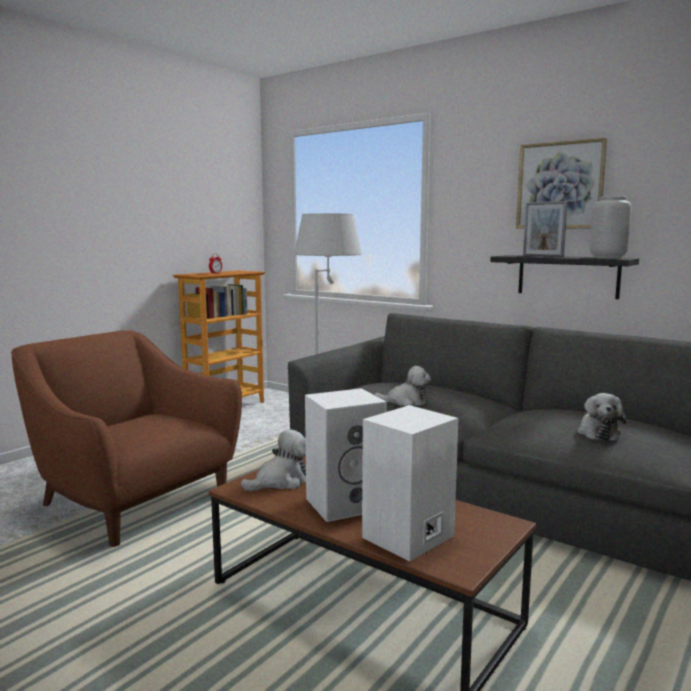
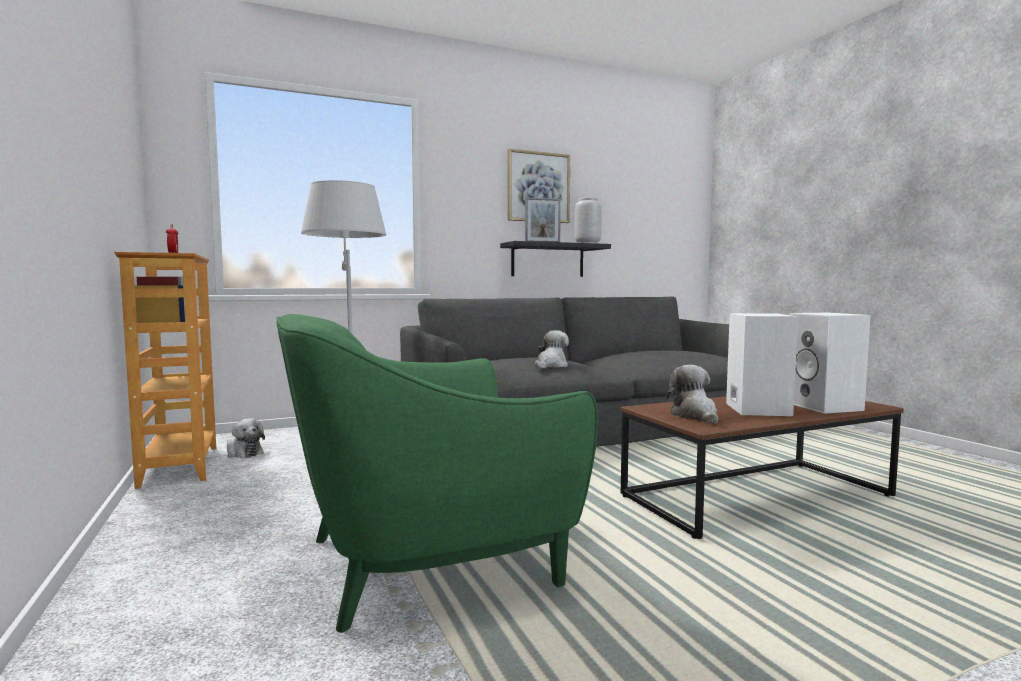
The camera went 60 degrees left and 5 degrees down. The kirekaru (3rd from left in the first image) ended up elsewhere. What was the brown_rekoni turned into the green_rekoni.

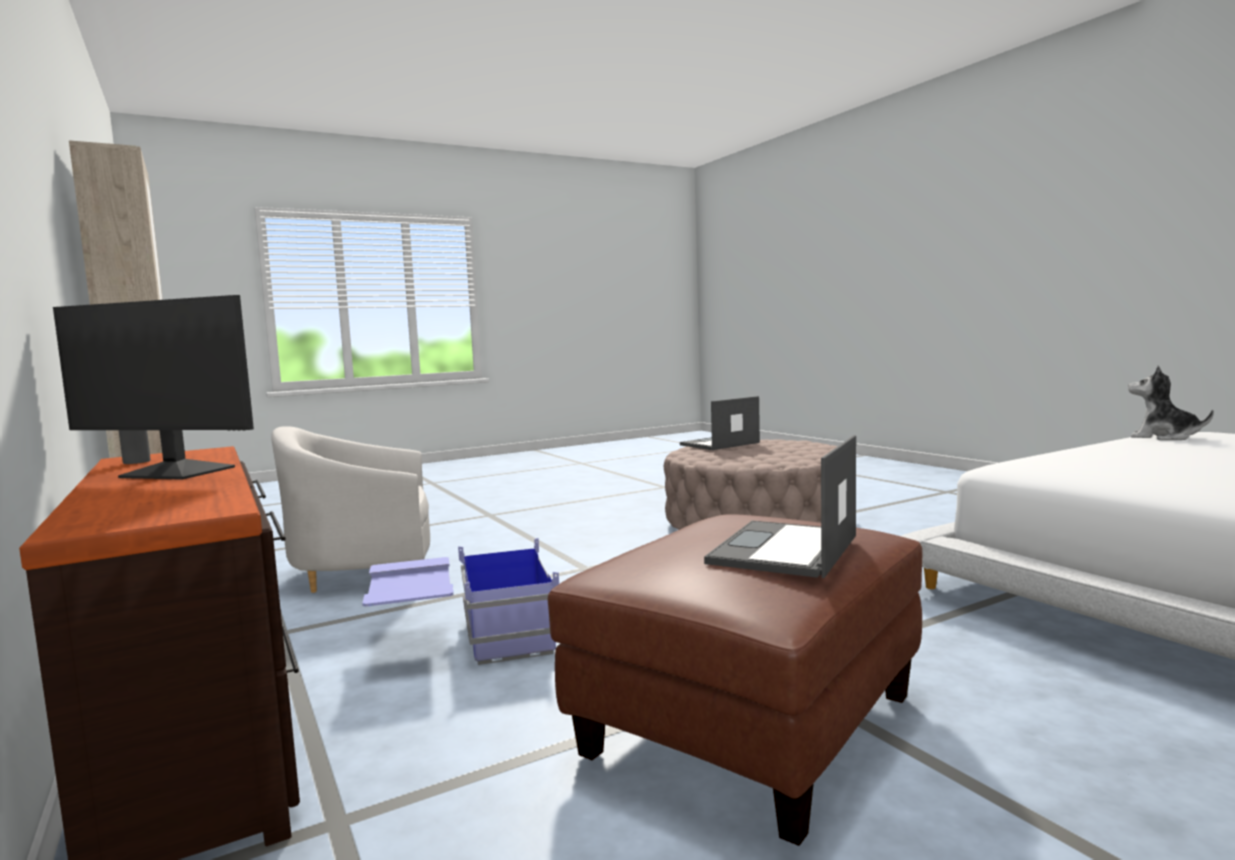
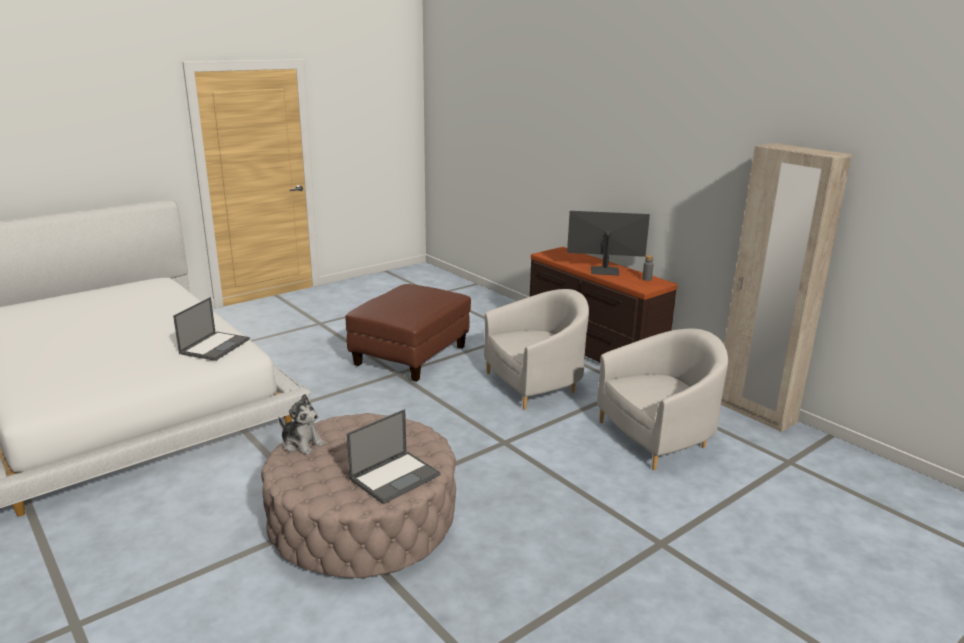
The camera went 170 degrees right and 15 degrees up. The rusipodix (2nd from left in the first image) ended up elsewhere. The kirekaru ended up elsewhere. Where the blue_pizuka stood, the white_rekoni (1st from left) came to stand.

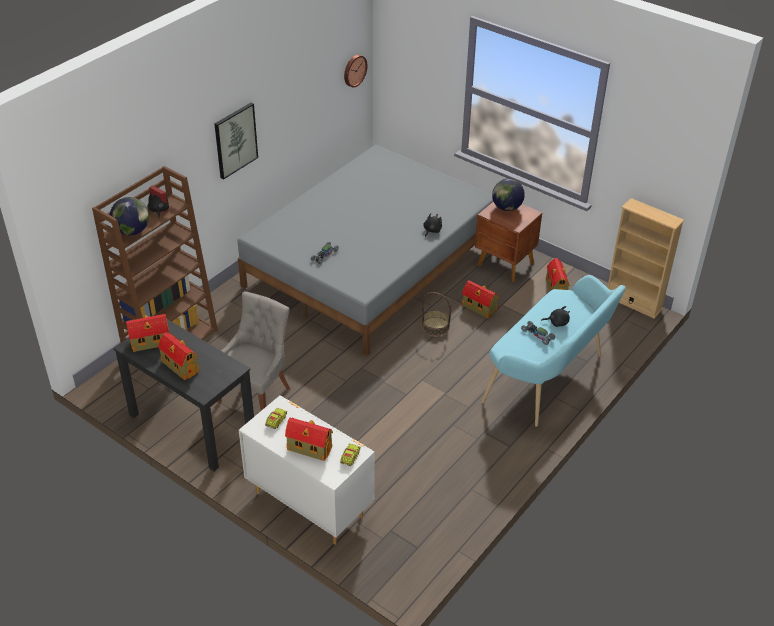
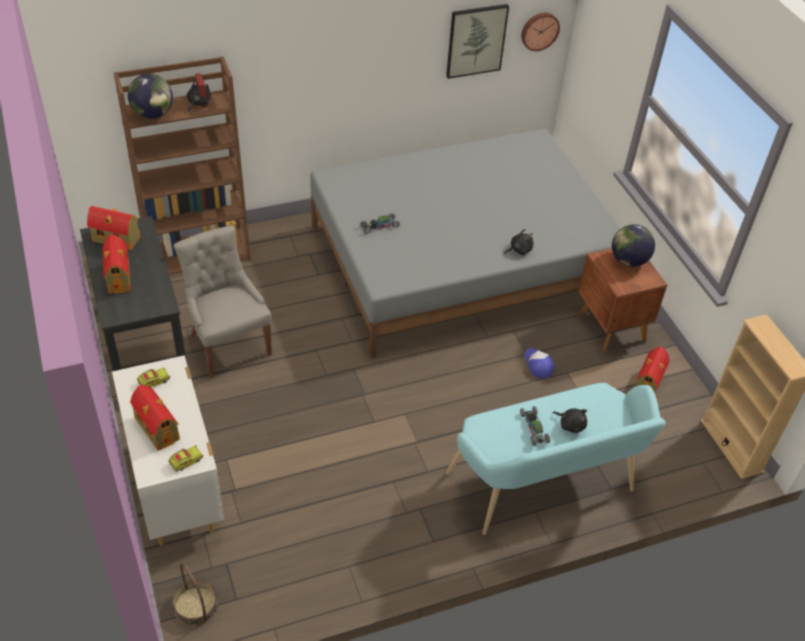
The camera went 30 degrees right and 5 degrees up. The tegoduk ended up elsewhere. The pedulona ended up elsewhere. Where the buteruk (4th from left) stood, the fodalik came to stand. The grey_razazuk ended up facing another way, 90 degrees counterclockwise from before.

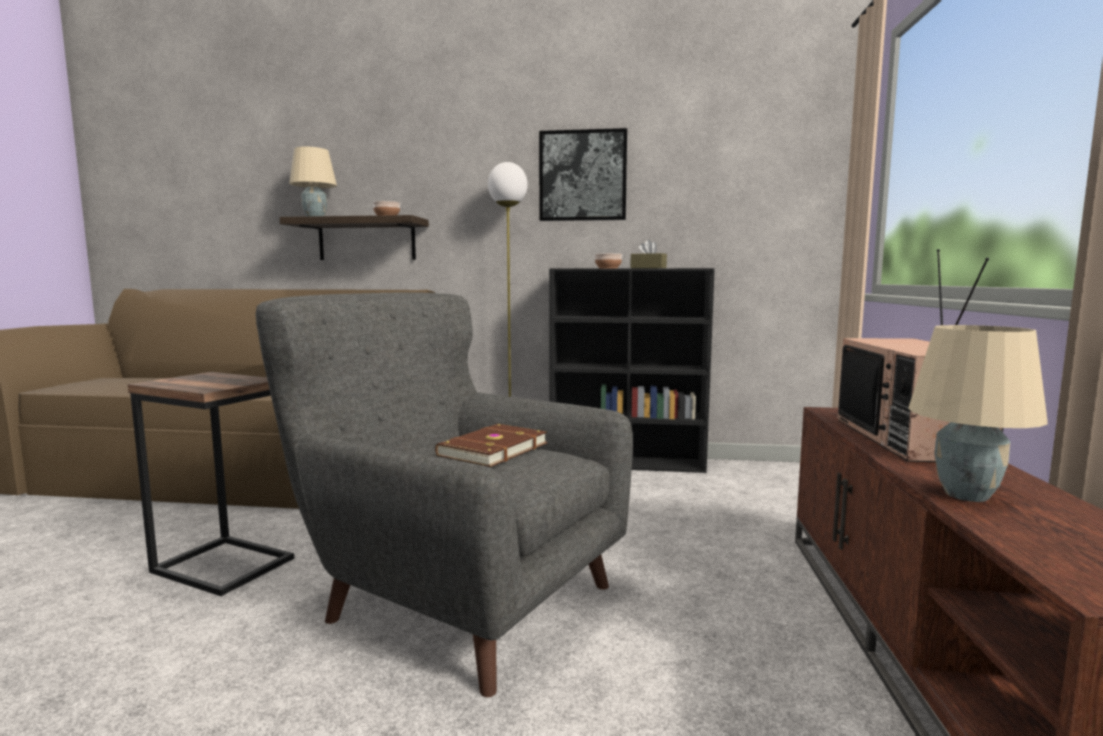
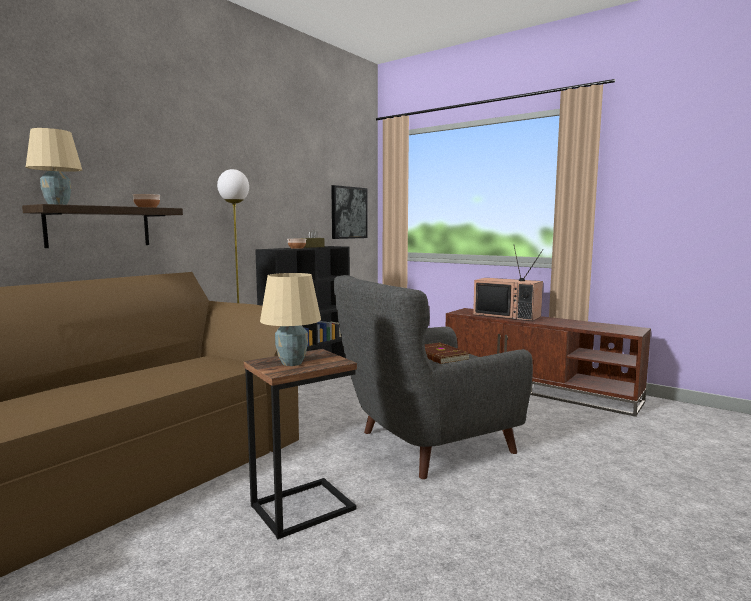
The camera went 60 degrees left and 0 degrees up. The tegoduk ended up elsewhere. The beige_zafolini (2nd from left) ended up elsewhere.

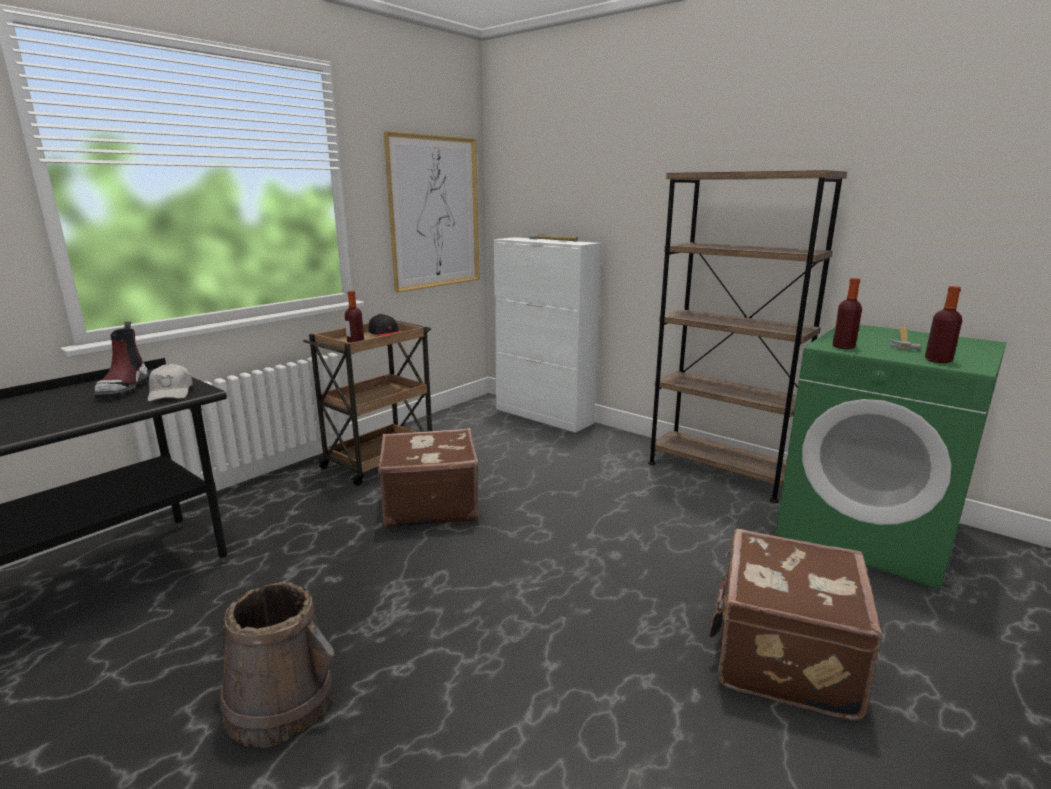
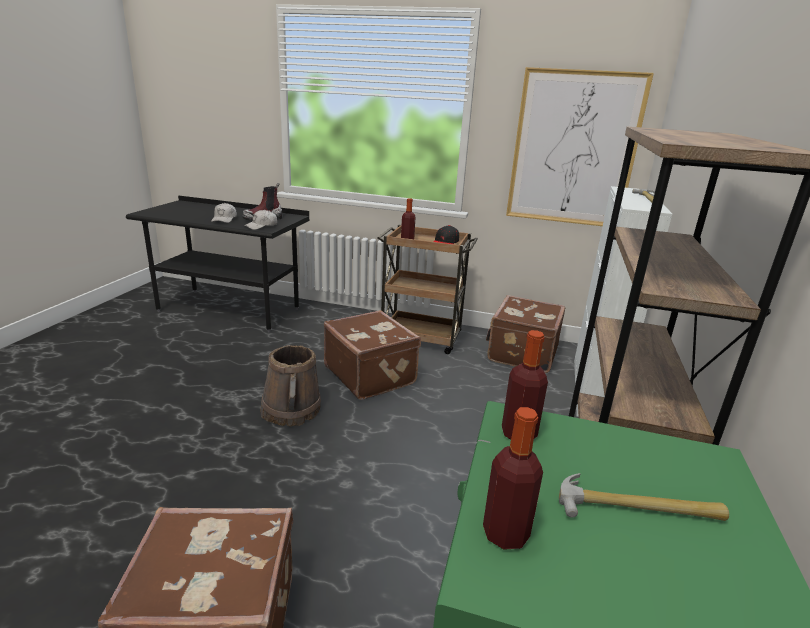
The camera went 65 degrees right and 5 degrees up. The second view gained the white_fodalik (1st from left). The second view gained the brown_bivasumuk (3rd from left). The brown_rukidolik ended up elsewhere.

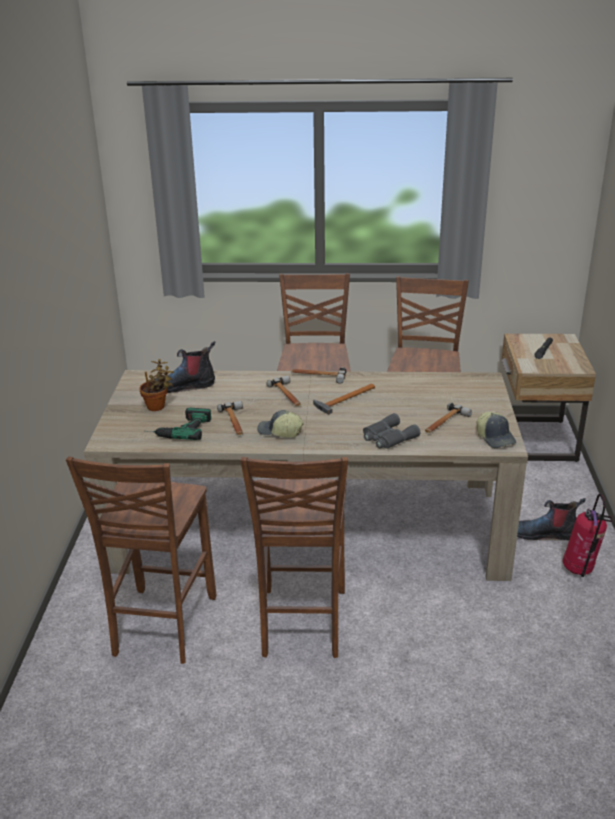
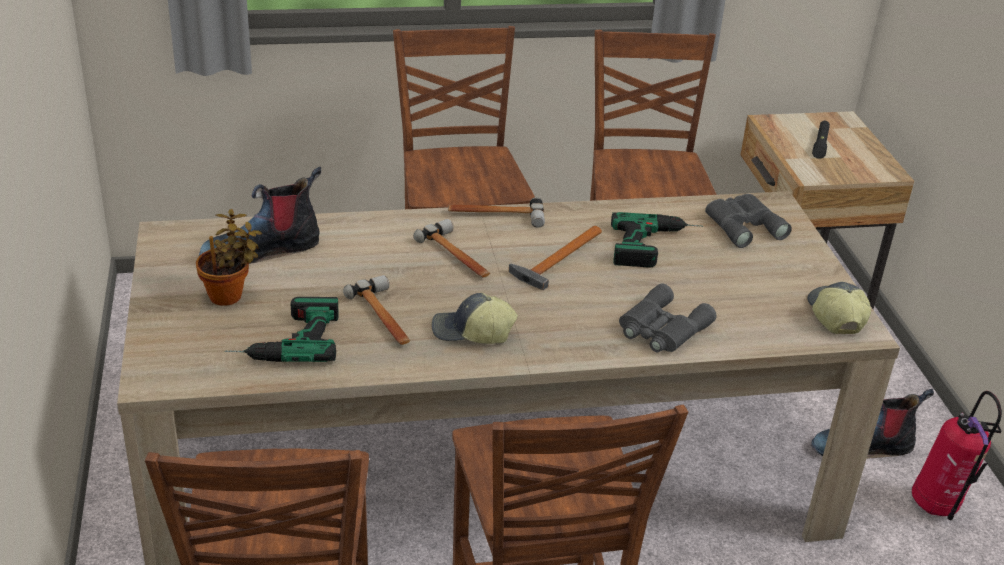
The camera went 15 degrees left and 5 degrees up. The second view lost the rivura (5th from left). The second view gained the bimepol (2nd from left). The second view gained the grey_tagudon (2nd from left). The fodalik (2nd from left) ended up facing another way, 150 degrees counterclockwise from before.

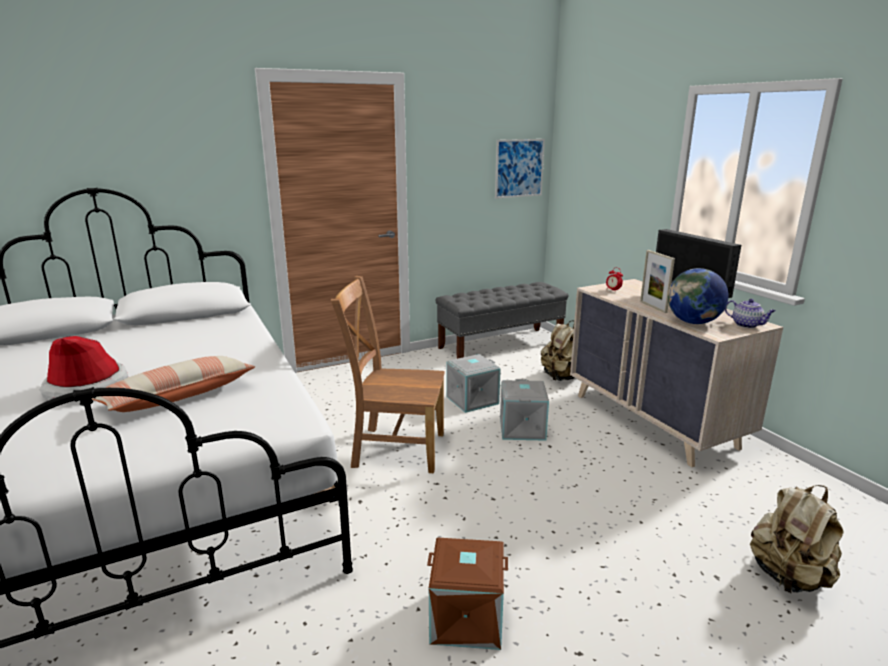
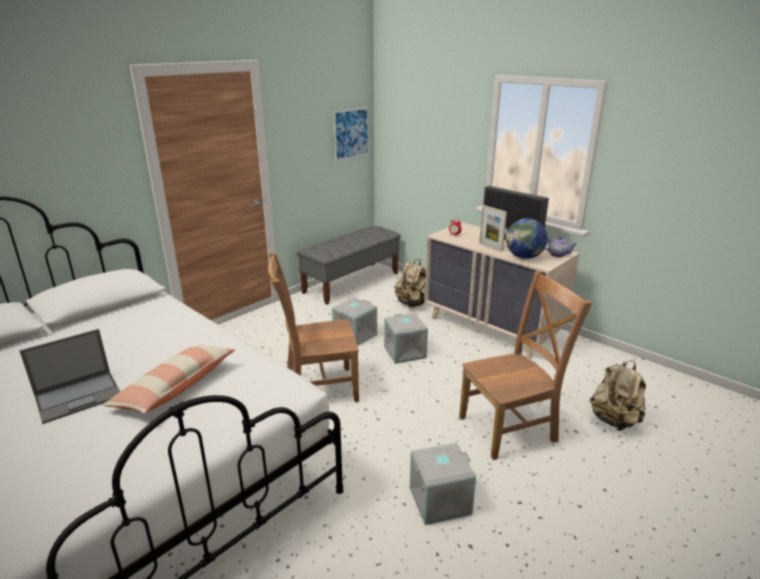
The camera went 20 degrees left and 5 degrees up. The second view gained the brown_razazuk (2nd from left). Where the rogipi stood, the rusipodix came to stand. What was the brown_pizuka turned into the grey_pizuka (3rd from left).

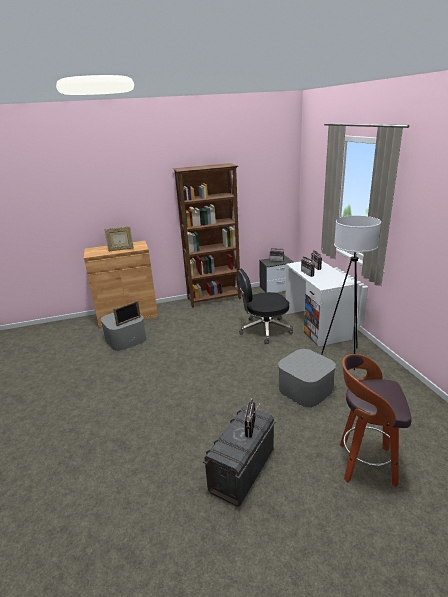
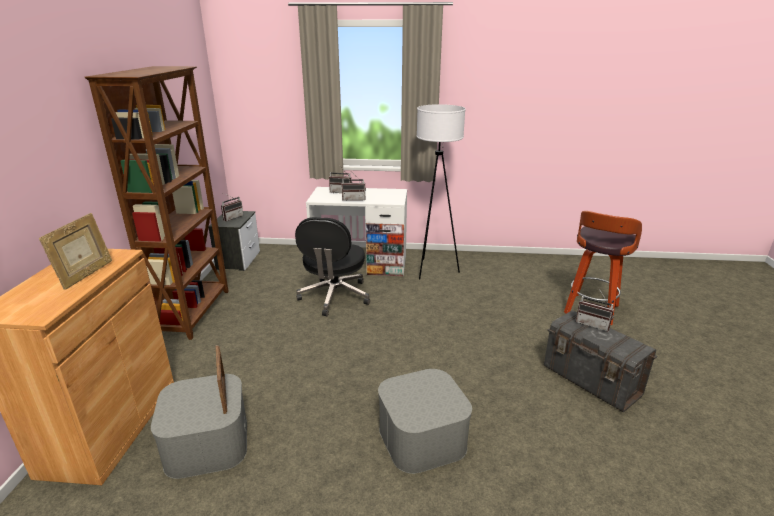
The camera went 70 degrees left and 0 degrees up. The grey_pizuka (3rd from left in the first image) ended up elsewhere.

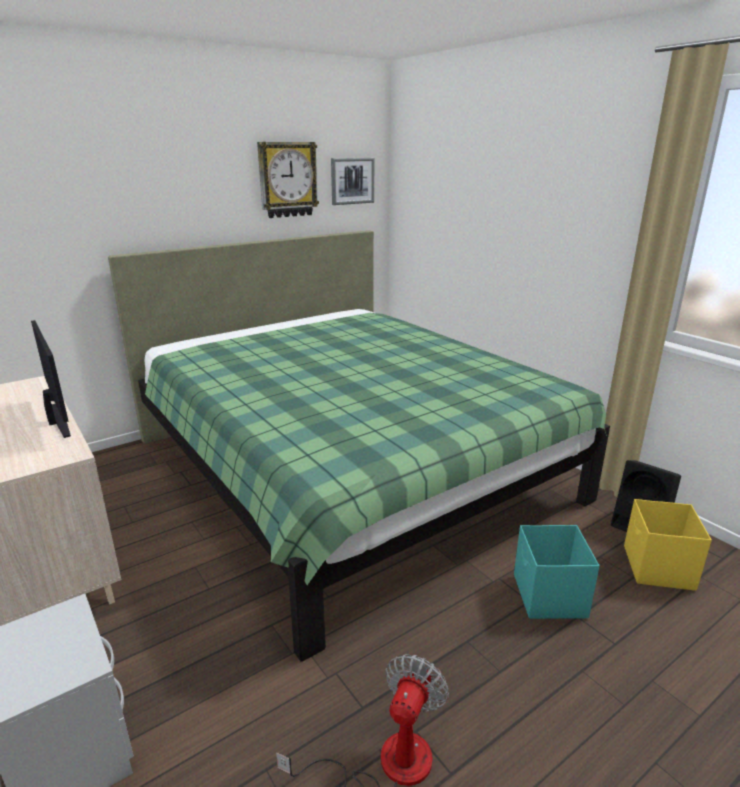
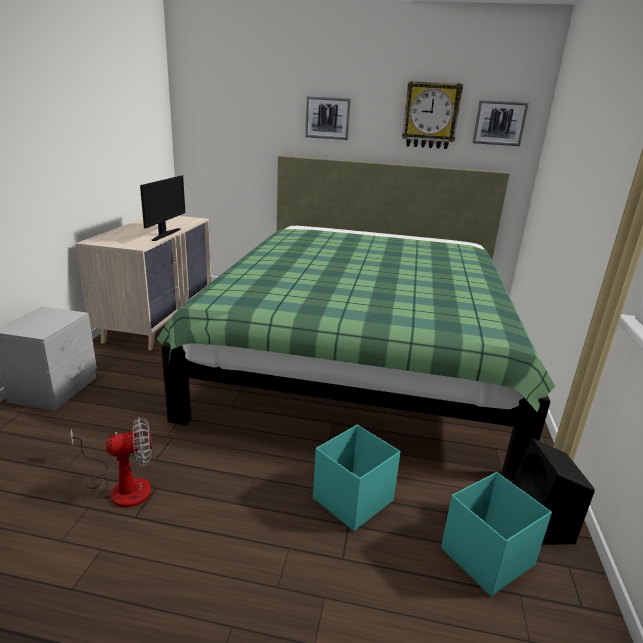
The camera went 45 degrees right and 0 degrees up. The second view gained the tegoduk (1st from left). What was the yellow_pizuka turned into the turquoise_pizuka (2nd from left).

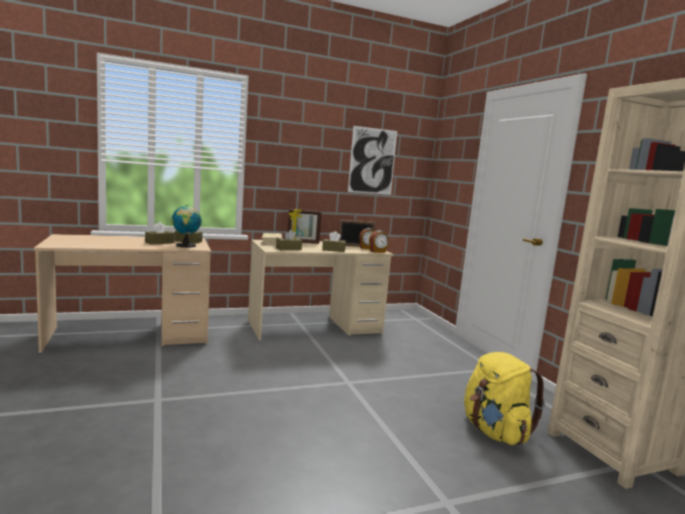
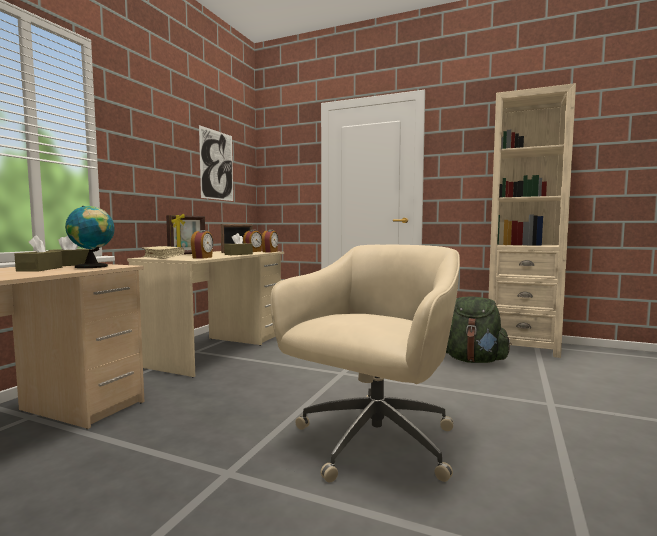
The camera went 45 degrees left and 5 degrees down. The second view gained the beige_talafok. Where the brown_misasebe (3rd from left) stood, the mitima (1st from left) came to stand. What was the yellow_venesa turned into the green_venesa.

